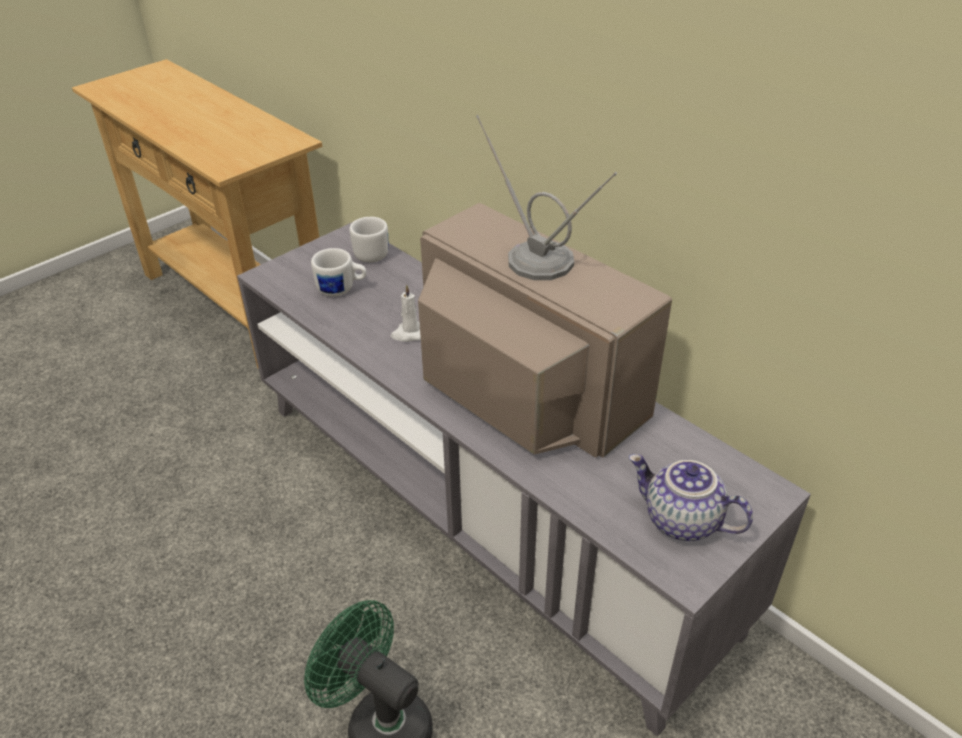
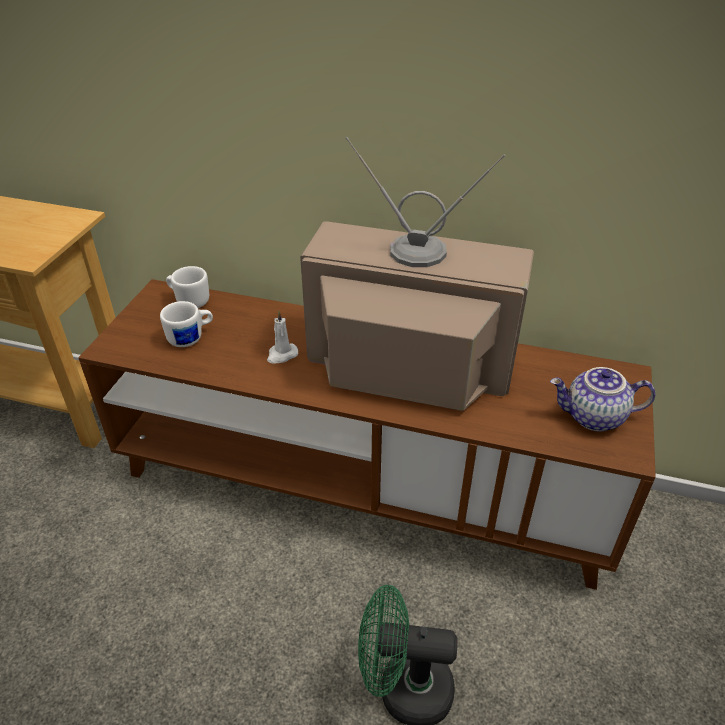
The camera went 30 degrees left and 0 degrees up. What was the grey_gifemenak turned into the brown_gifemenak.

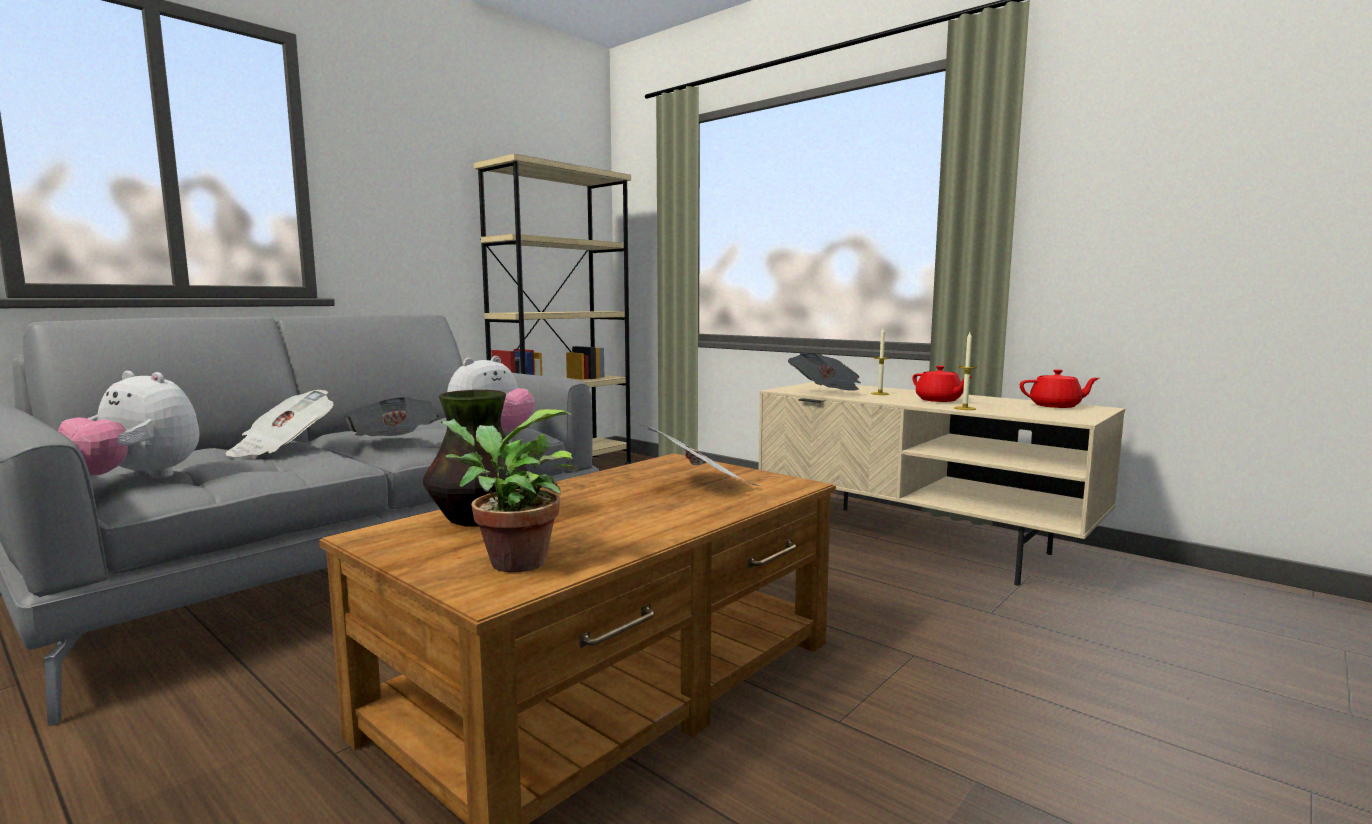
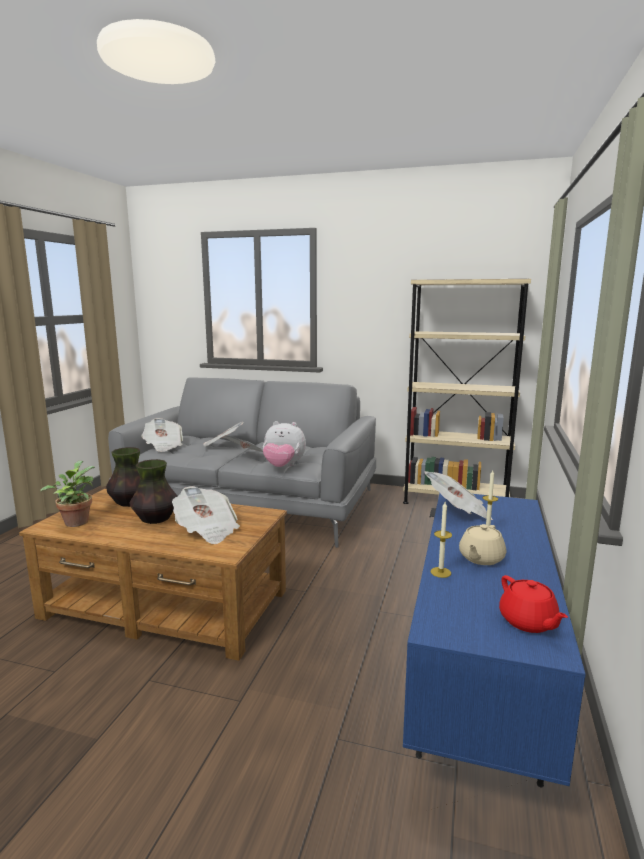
The camera went 65 degrees right and 5 degrees up. The second view gained the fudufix (2nd from left). Where the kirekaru (1st from left) stood, the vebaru (1st from left) came to stand. What was the beige_gifemenak turned into the blue_gifemenak. What was the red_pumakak (1st from left) turned into the beige_pumakak.

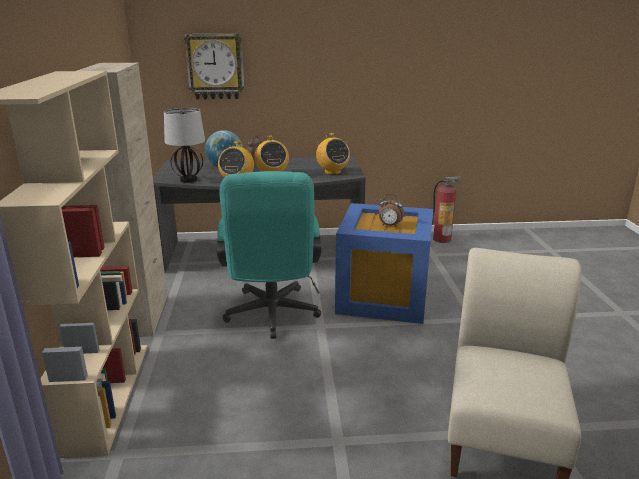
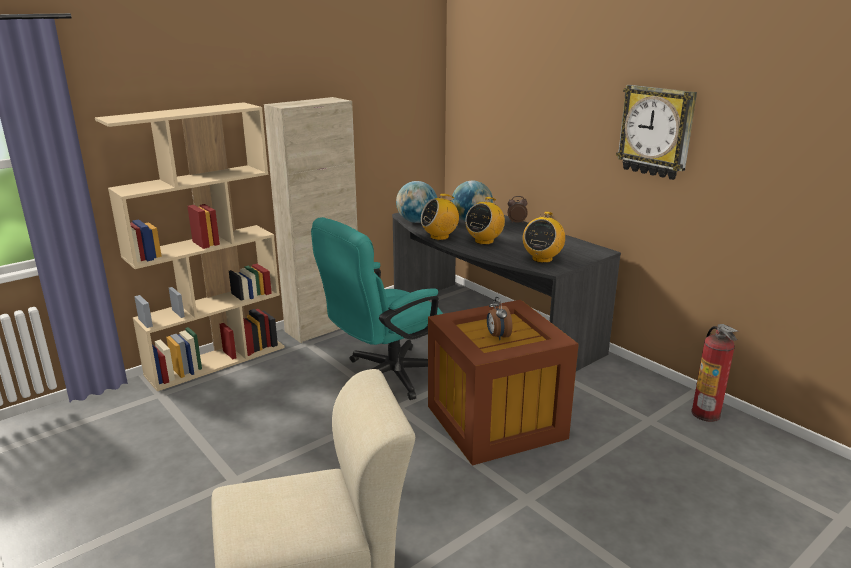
The camera went 55 degrees right and 0 degrees up. The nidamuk ended up elsewhere. Where the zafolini stood, the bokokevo (1st from left) came to stand. What was the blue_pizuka turned into the brown_pizuka.

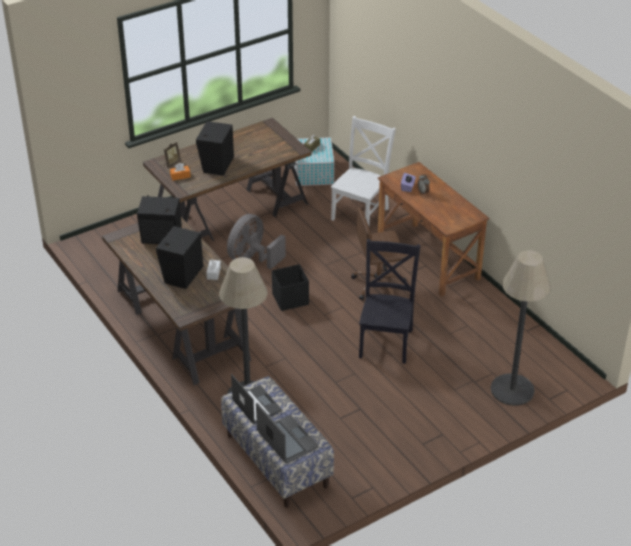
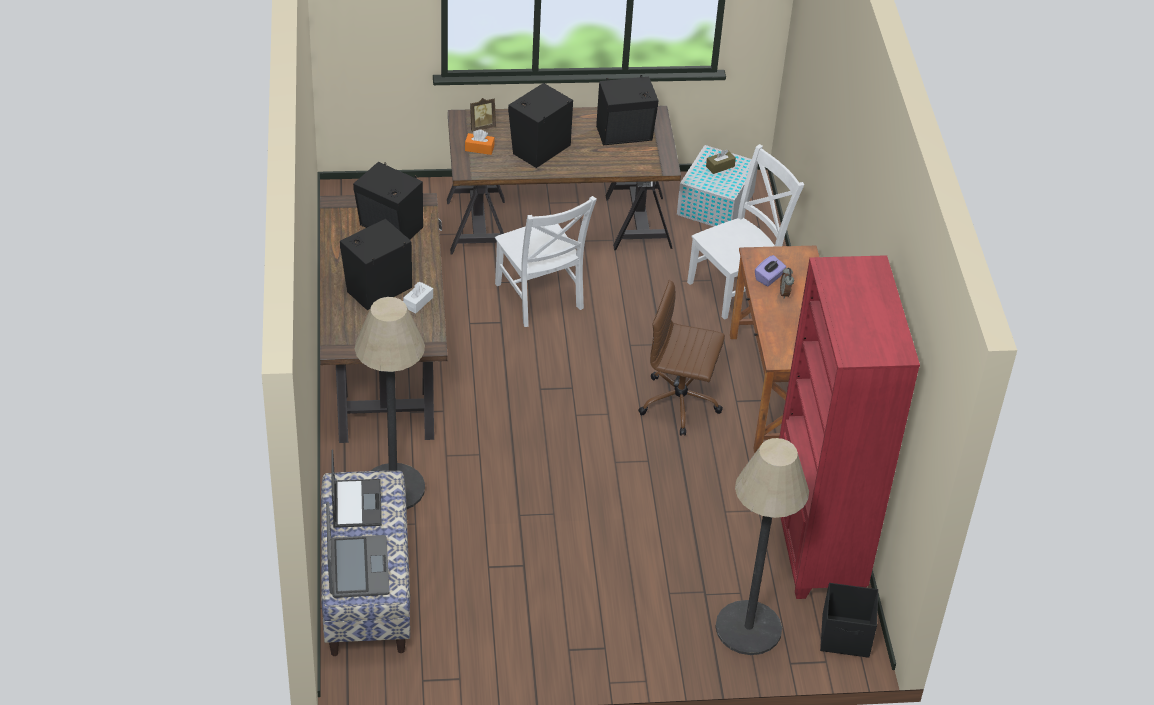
The camera went 25 degrees right and 5 degrees up. The second view lost the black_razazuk. The second view gained the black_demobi (4th from left). The second view gained the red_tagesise. The black_pizuka ended up elsewhere. Where the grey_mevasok stood, the white_razazuk (1st from left) came to stand.

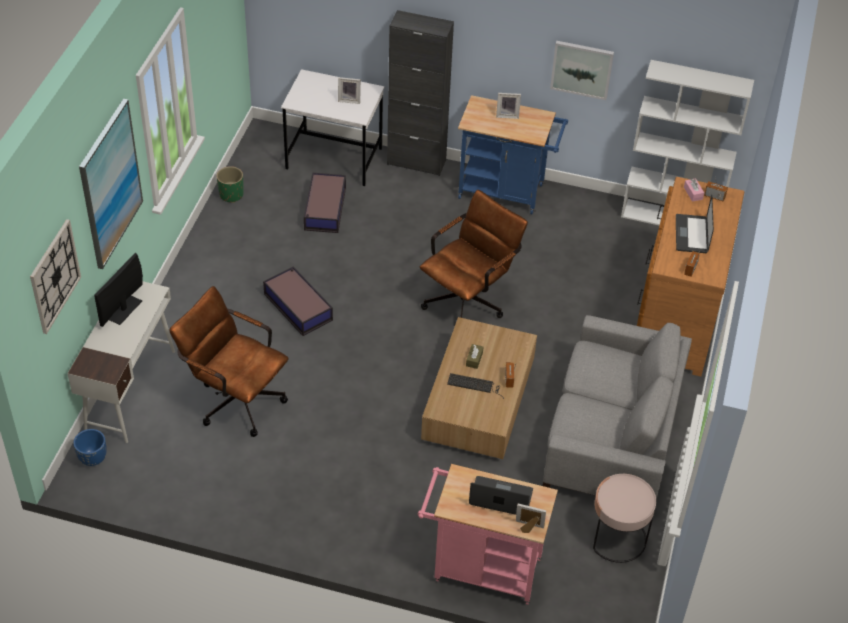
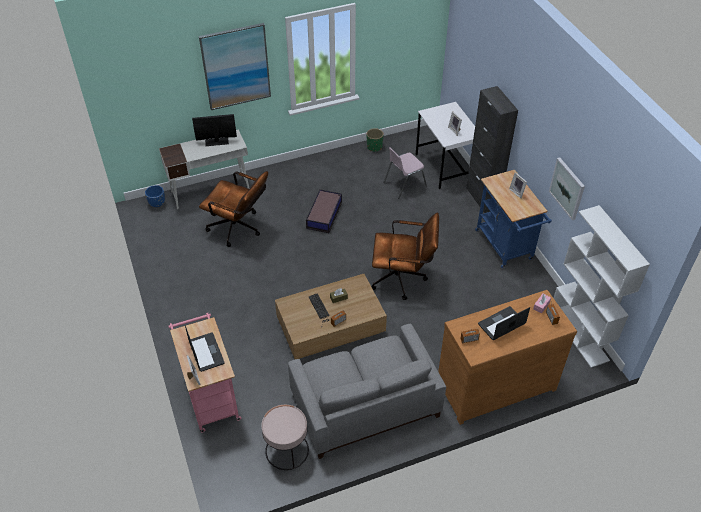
The camera went 55 degrees right and 0 degrees up. The second view lost the nidamuk. Where the pizuka (2nd from left) stood, the pink_razazuk came to stand. The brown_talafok (1st from left) ended up facing another way, 120 degrees clockwise from before.

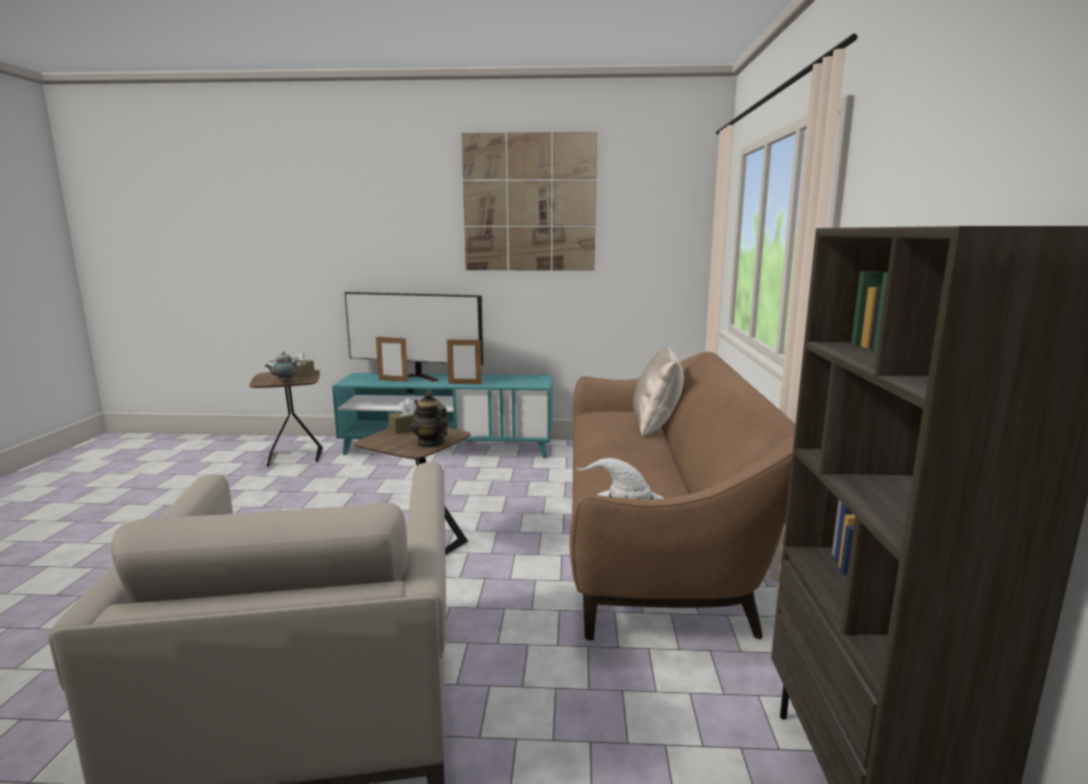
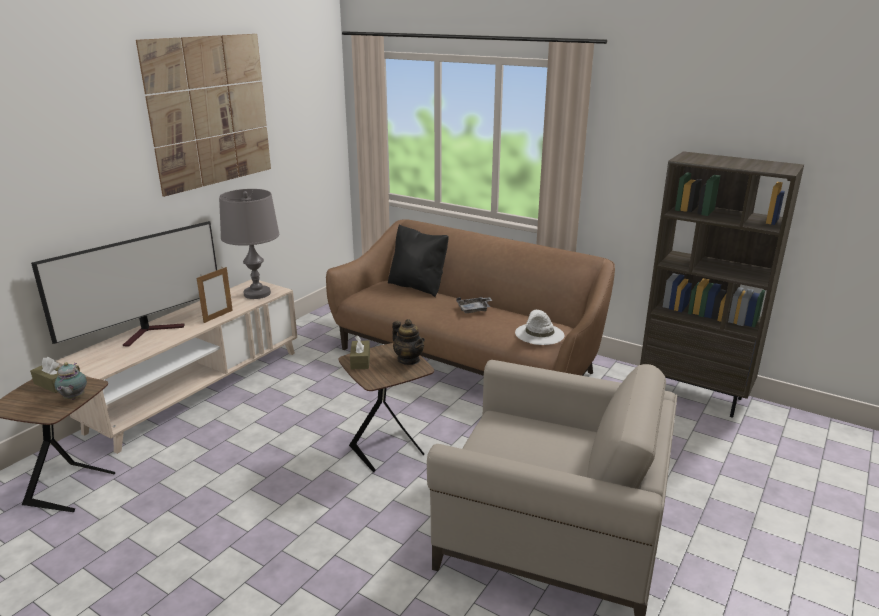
The camera went 60 degrees left and 10 degrees up. The second view lost the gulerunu (1st from left). The second view gained the grey_zafolini. The second view gained the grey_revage. What was the turquoise_gifemenak turned into the beige_gifemenak. What was the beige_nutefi turned into the black_nutefi. The pumakak (2nd from left) ended up facing another way, 120 degrees counterclockwise from before.

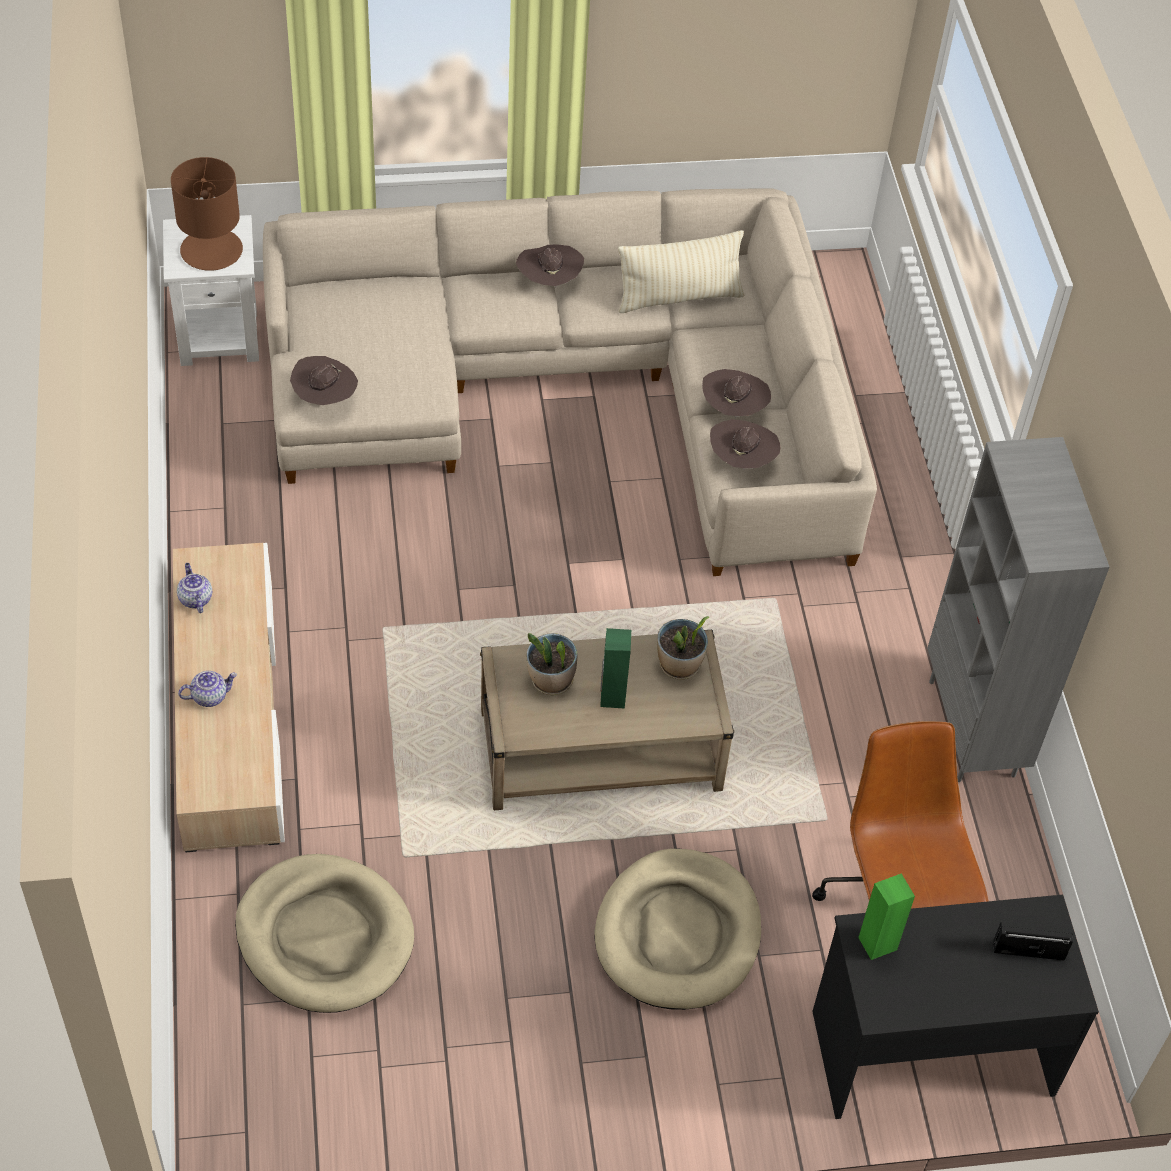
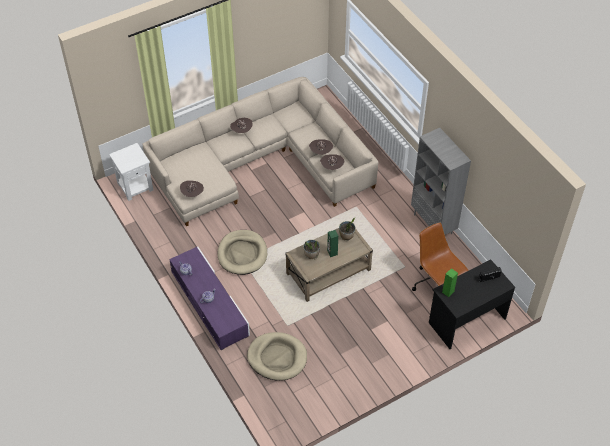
The camera went 20 degrees left and 0 degrees up. The second view lost the brown_zafolini. The second view lost the beige_nutefi. The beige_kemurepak (2nd from left in the first image) ended up elsewhere. What was the beige_gifemenak turned into the purple_gifemenak.

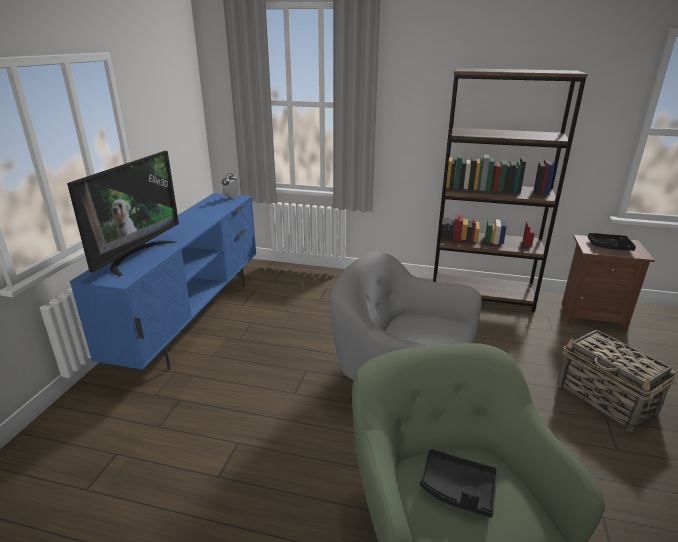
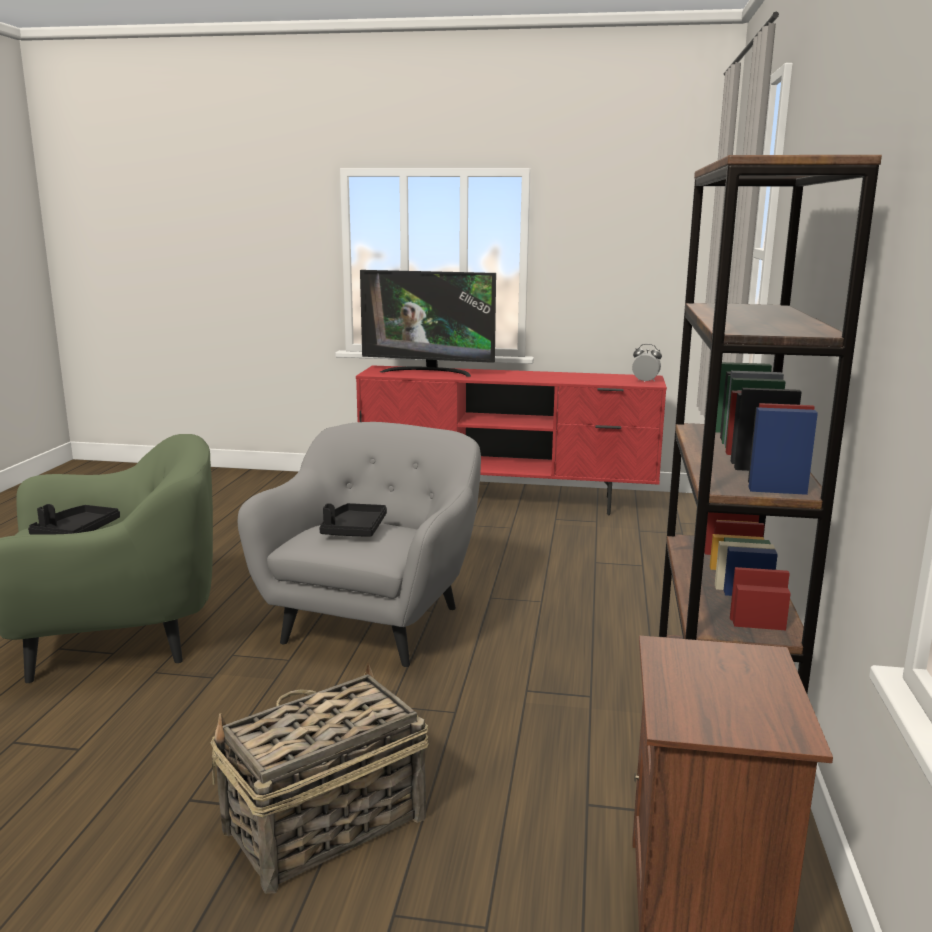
The camera went 85 degrees right and 10 degrees down. The black_revage (2nd from left) ended up elsewhere. What was the blue_gifemenak turned into the red_gifemenak.

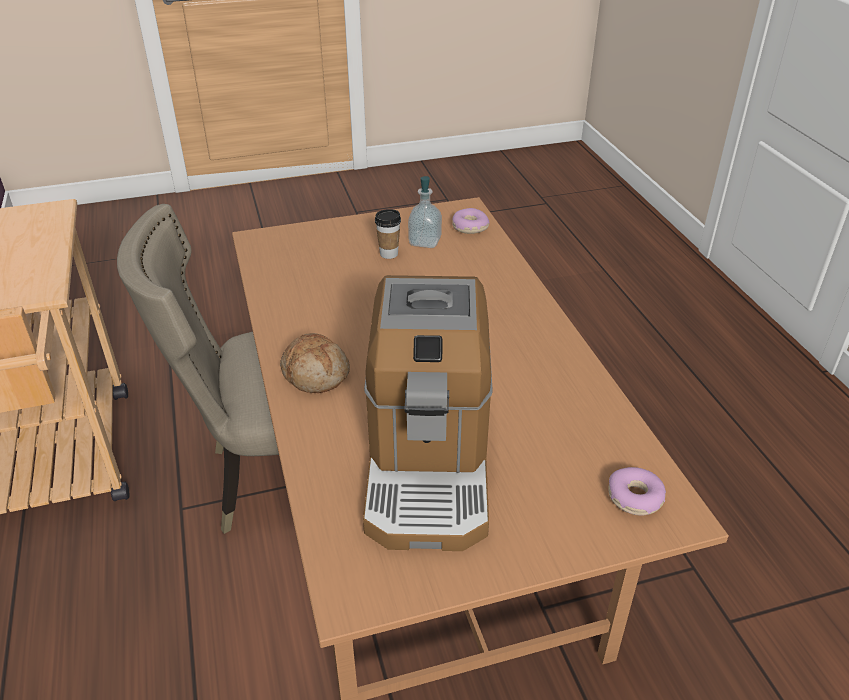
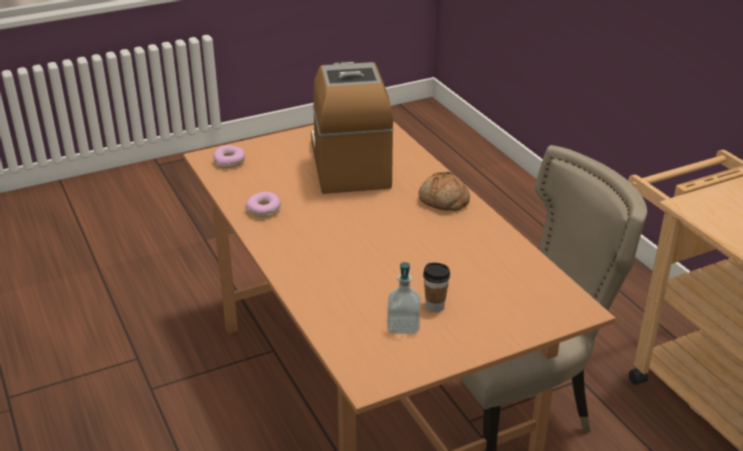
The camera went 170 degrees right and 5 degrees down. The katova (1st from left in the first image) ended up elsewhere.

